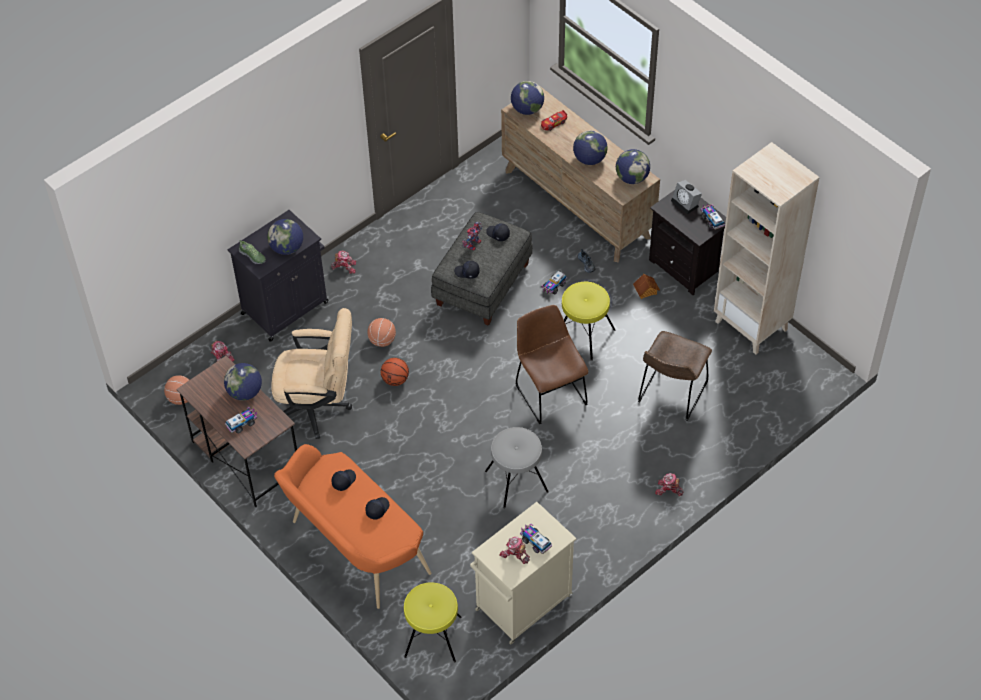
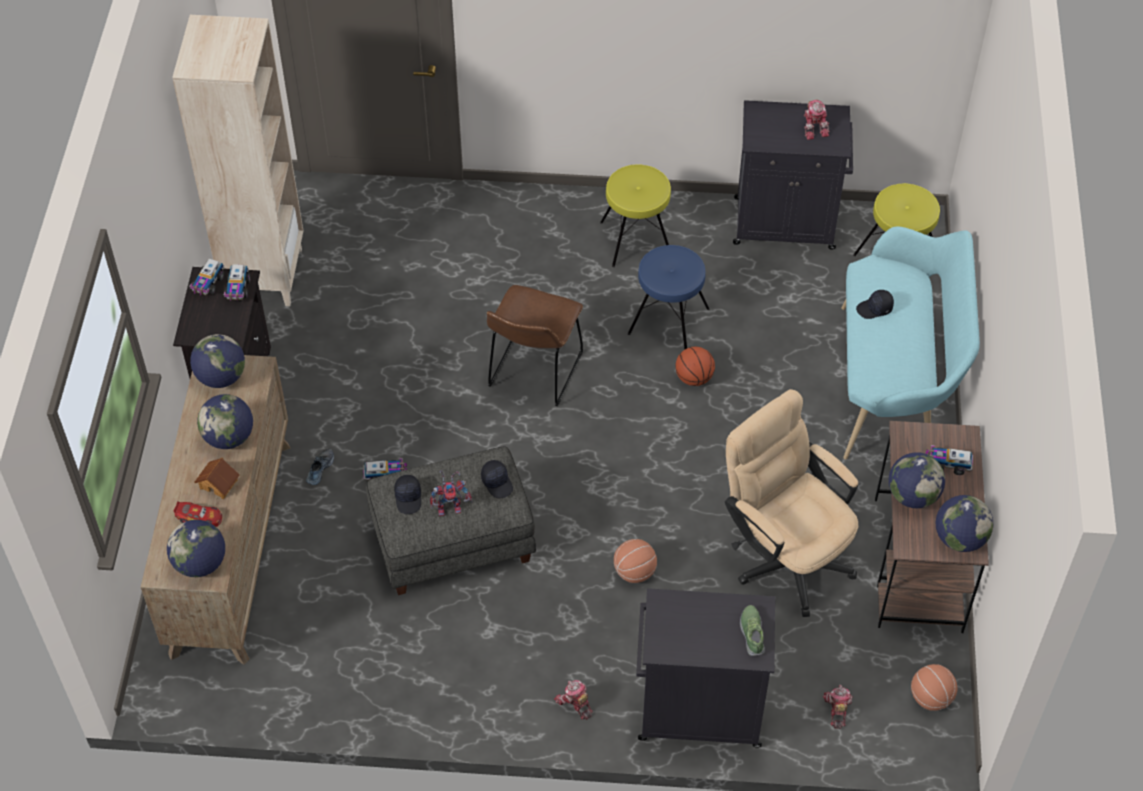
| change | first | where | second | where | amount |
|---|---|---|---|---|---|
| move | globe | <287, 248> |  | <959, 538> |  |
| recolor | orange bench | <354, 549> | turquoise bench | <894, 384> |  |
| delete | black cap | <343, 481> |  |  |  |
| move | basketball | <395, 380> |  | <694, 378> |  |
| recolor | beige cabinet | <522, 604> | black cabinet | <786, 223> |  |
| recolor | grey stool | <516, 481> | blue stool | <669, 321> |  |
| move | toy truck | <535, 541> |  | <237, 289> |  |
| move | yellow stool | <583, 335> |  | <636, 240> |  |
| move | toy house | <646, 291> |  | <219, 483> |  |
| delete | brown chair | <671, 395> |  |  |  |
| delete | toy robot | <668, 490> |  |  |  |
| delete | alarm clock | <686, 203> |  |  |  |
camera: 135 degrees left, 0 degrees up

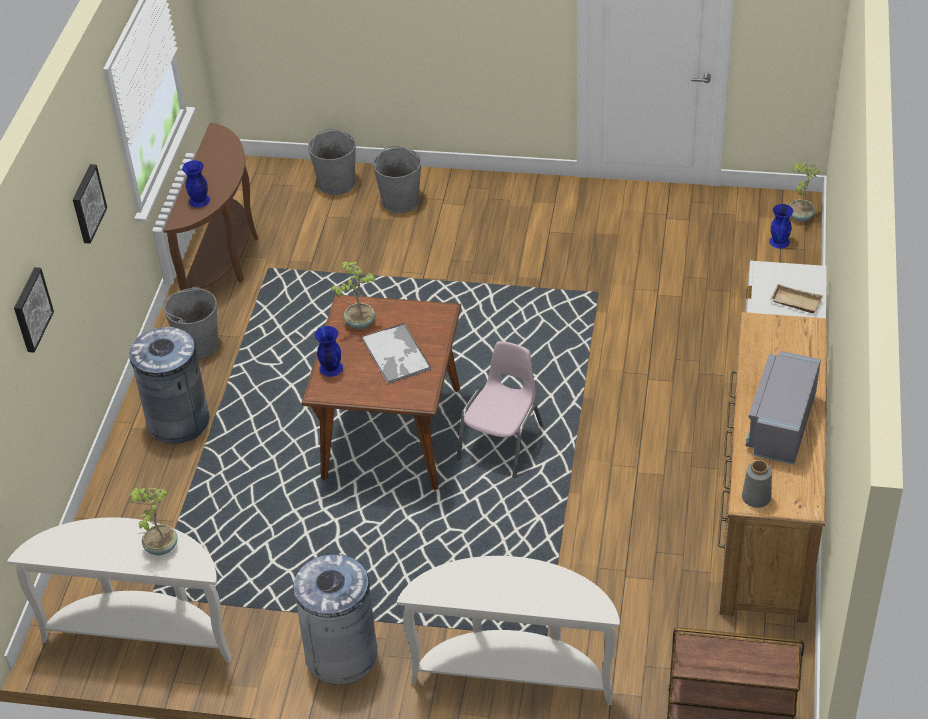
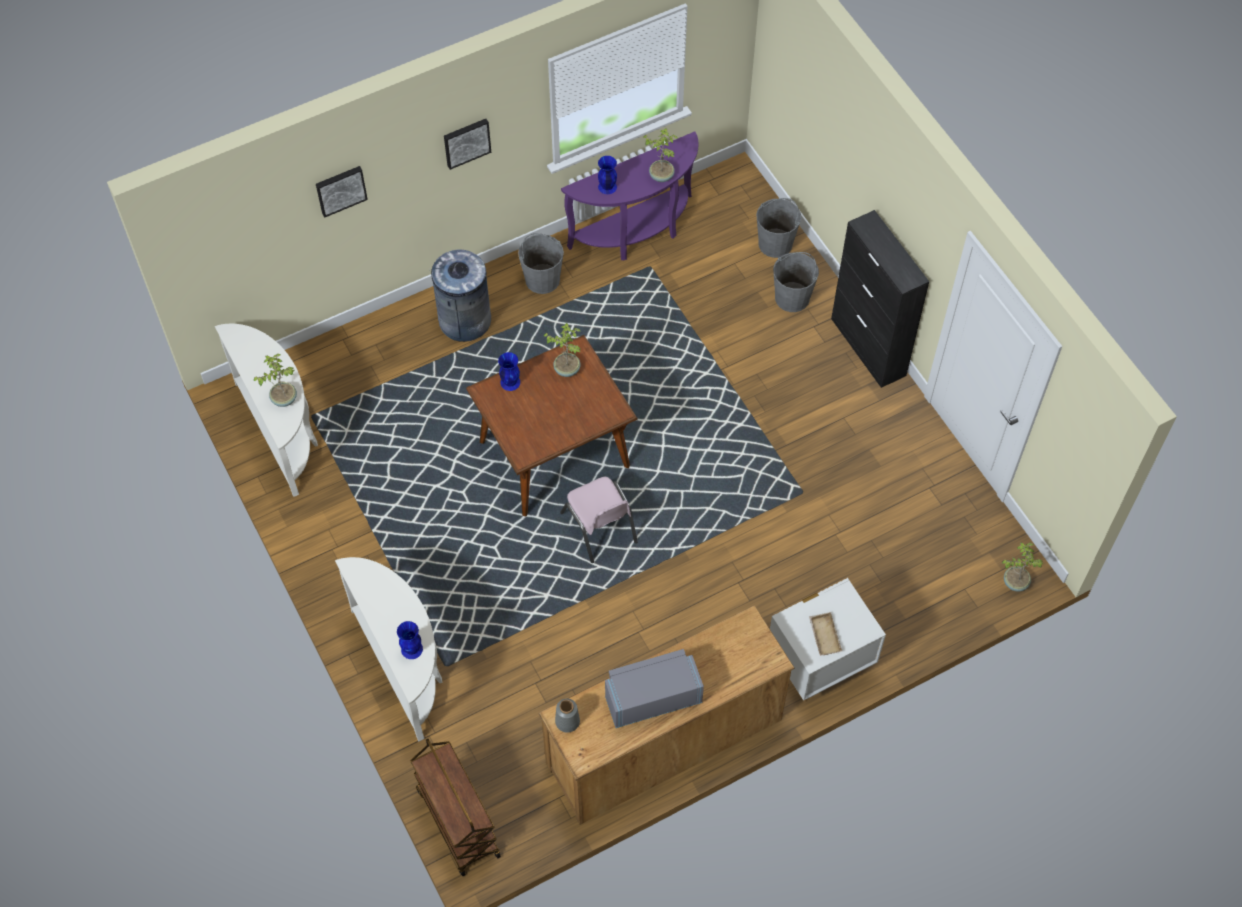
| change | first | where | second | where | amount |
|---|---|---|---|---|---|
| recolor | brown console table | <225, 258> | purple console table | <637, 233> |  |
| delete | grey trash can | <342, 655> |  |  |  |
| delete | tray | <396, 355> |  |  |  |
| rotate | pink chair | <502, 442> |  | <599, 527> | 75 degrees clockwise |
| move | blue vase | <780, 241> |  | <412, 649> |  |
| insert |  |  | potted plant | <661, 175> |  |
| insert |  |  | black cabinet | <868, 347> |  |
camera: 50 degrees right, 15 degrees up

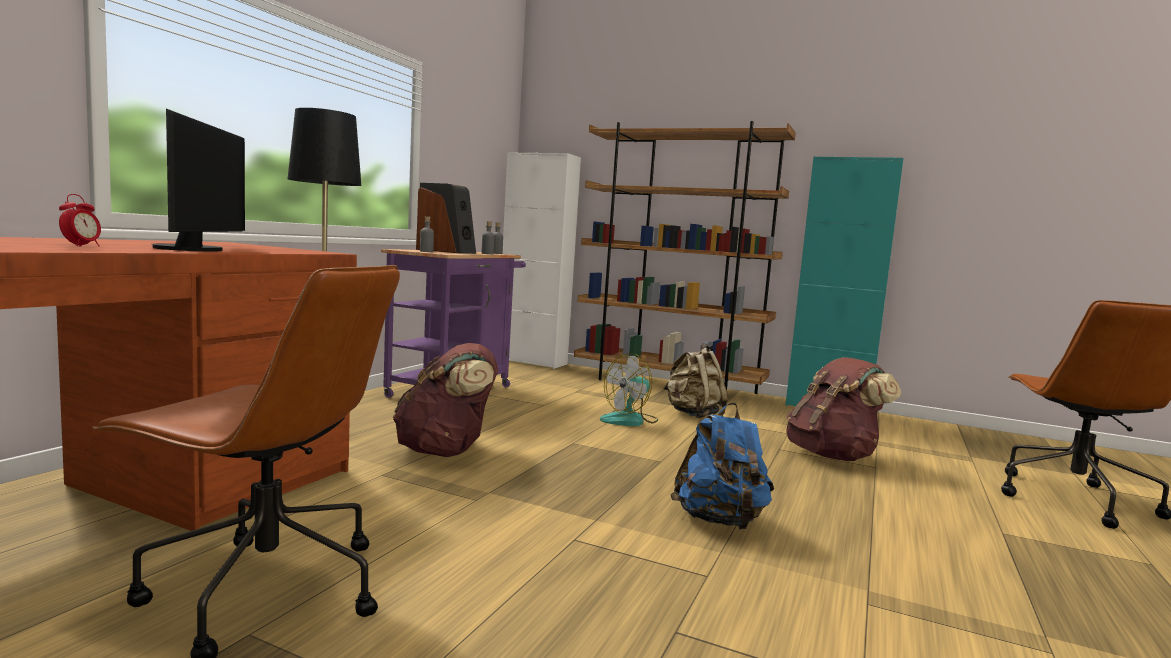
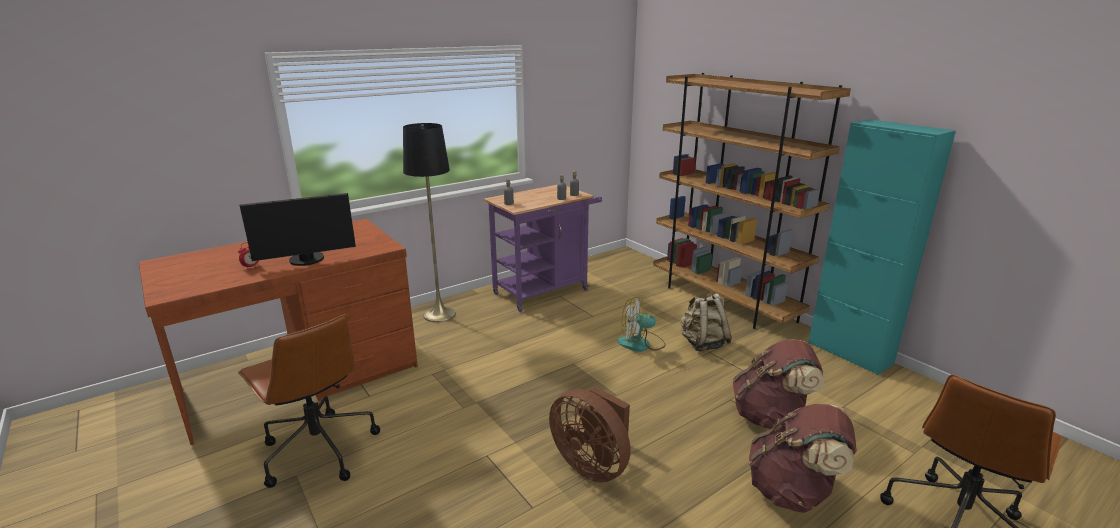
| change | first | where | second | where | amount |
|---|---|---|---|---|---|
| rotate | monitor | <196, 249> |  | <307, 260> | 45 degrees clockwise |
| move | brown backpack | <446, 451> |  | <793, 491> |  |
| delete | speaker | <446, 251> |  |  |  |
| delete | white cabinet | <532, 362> |  |  |  |
| replace | blue backpack | <720, 521> | brown fan | <592, 464> |  |
camera: 30 degrees right, 15 degrees up

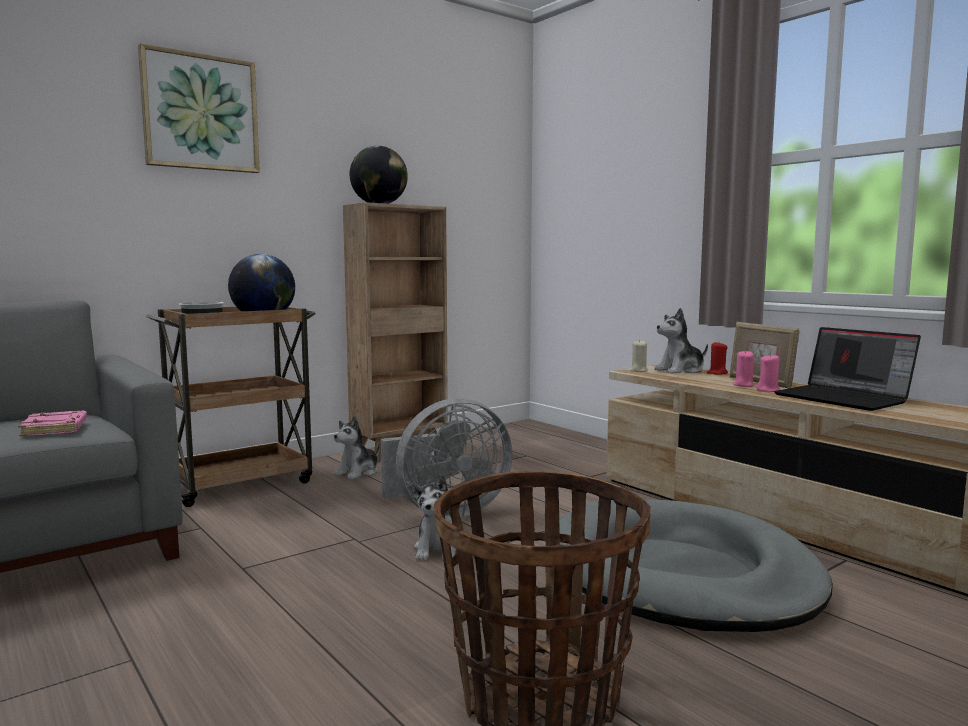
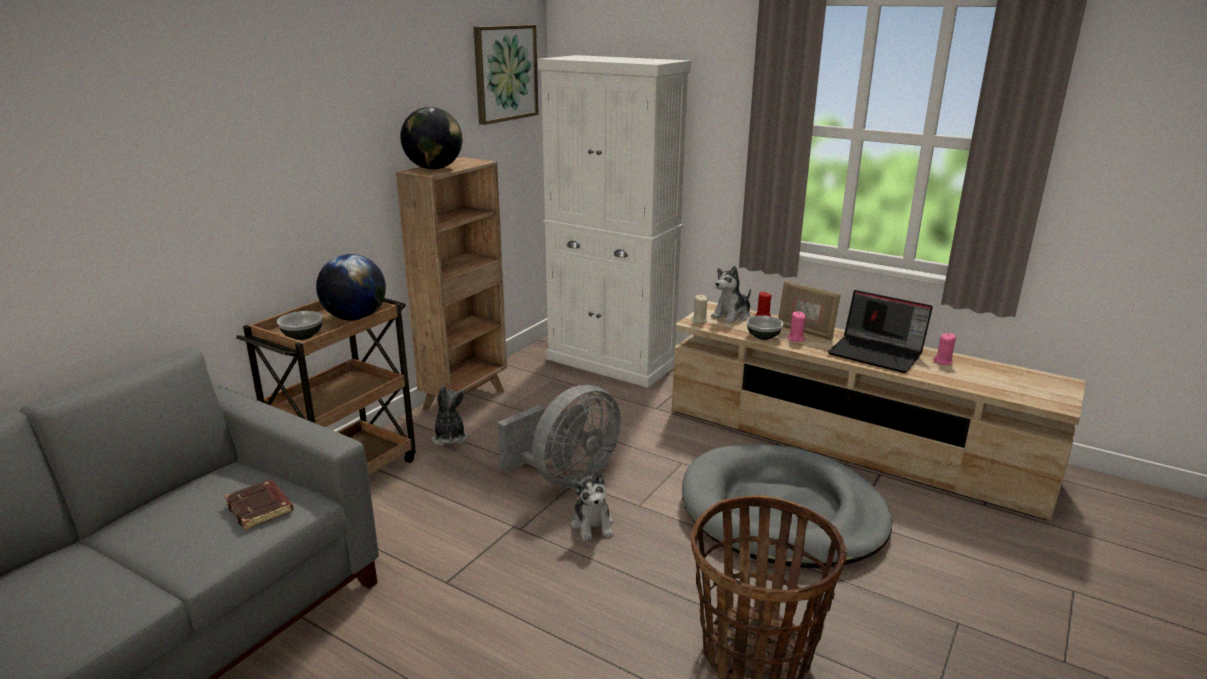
| change | first | where | second | where | amount |
|---|---|---|---|---|---|
| recolor | pink book | <56, 429> | brown book | <261, 508> |  |
| move | picture | <200, 112> |  | <505, 73> |  |
| rotate | plush toy | <358, 472> |  | <449, 438> | 150 degrees clockwise |
| move | pink candle | <768, 390> |  | <943, 361> |  |
| insert |  |  | white cabinet | <611, 362> |  |
| insert |  |  | bowl | <762, 336> |  |
camera: 20 degrees left, 15 degrees up

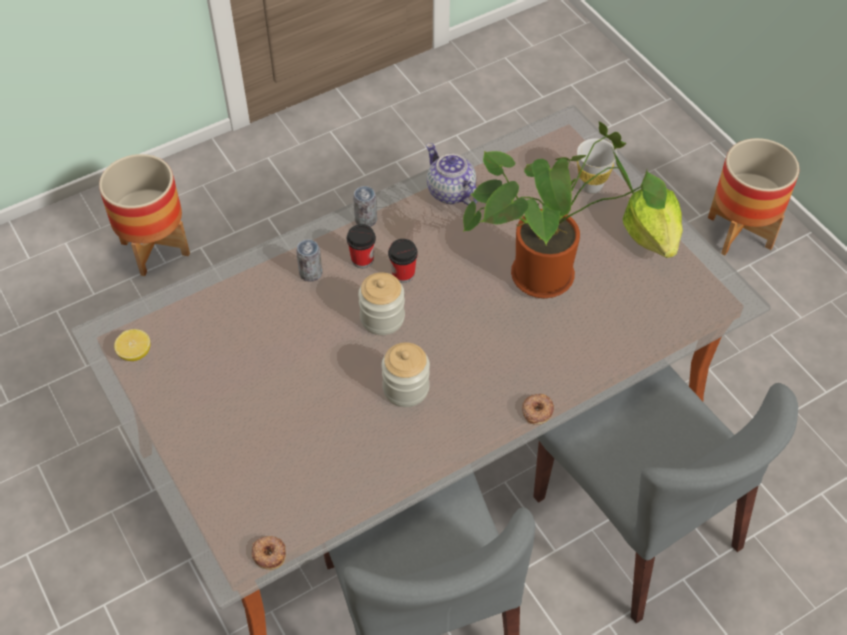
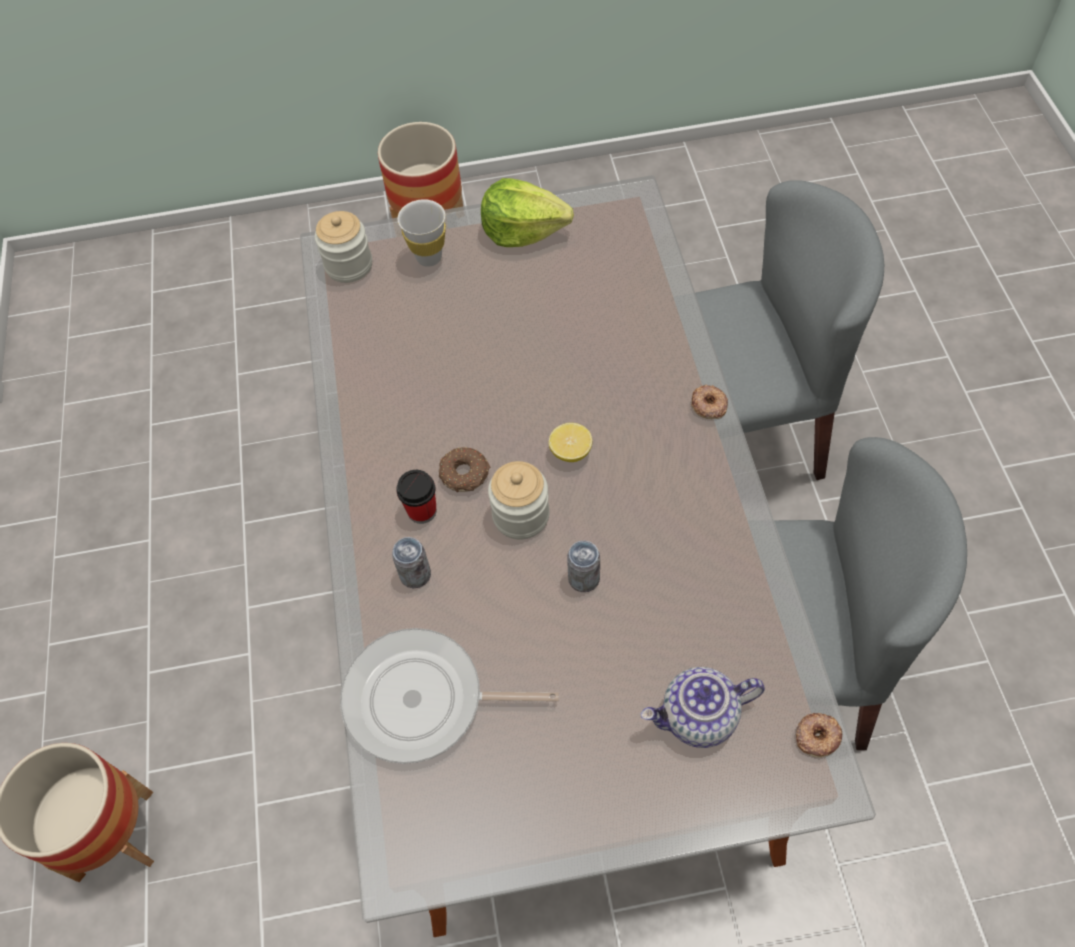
| change | first | where | second | where | amount |
|---|---|---|---|---|---|
| move | lemon | <135, 353> |  | <571, 451> |  |
| move | can | <366, 220> |  | <584, 578> |  |
| move | jar | <406, 388> |  | <349, 265> |  |
| replace | cup | <403, 274> | donut | <465, 474> |  |
| move | teapot | <450, 192> |  | <698, 718> |  |
| delete | potted plant | <548, 272> |  |  |  |
| insert |  |  | frying pan | <423, 700> |  |
camera: 65 degrees left, 5 degrees up

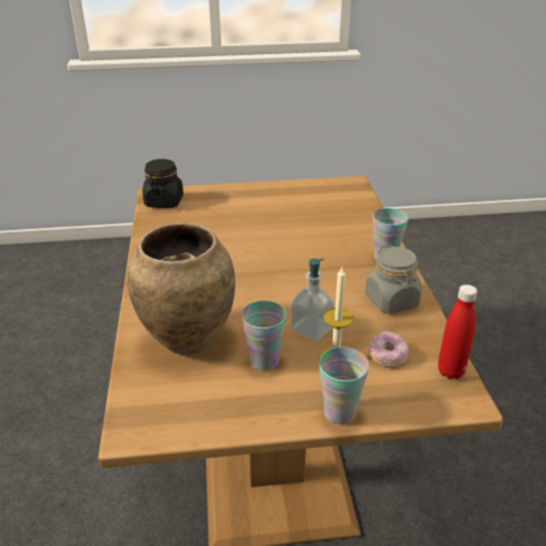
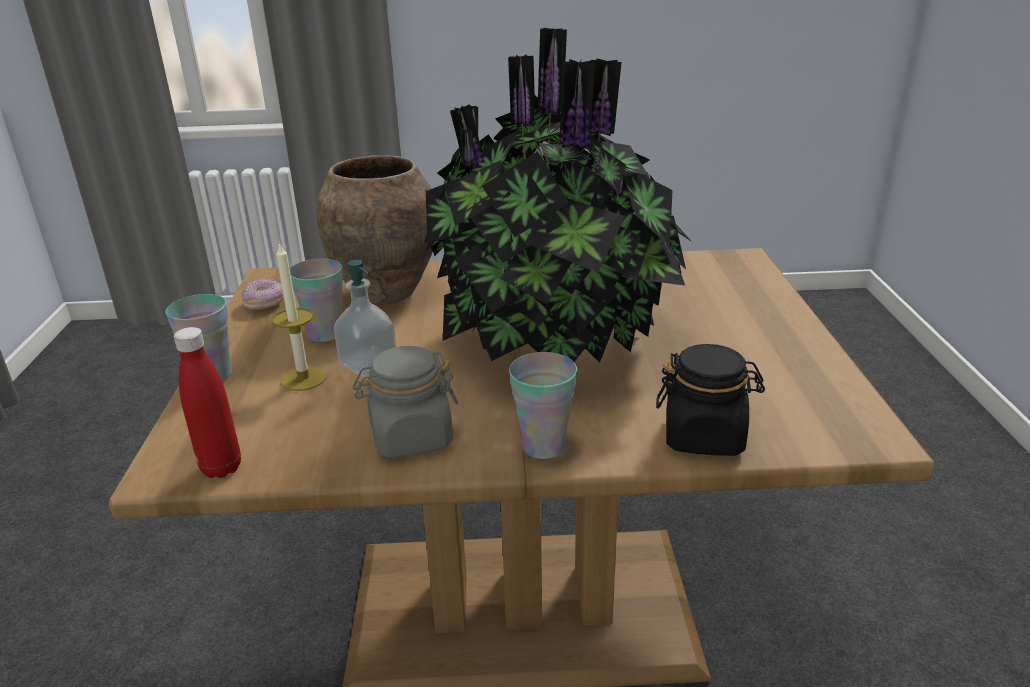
| change | first | where | second | where | amount |
|---|---|---|---|---|---|
| move | black jar | <164, 202> |  | <704, 436> |  |
| move | donut | <387, 356> |  | <265, 303> |  |
| insert |  |  | potted plant | <557, 341> |  |
camera: 95 degrees right, 5 degrees down

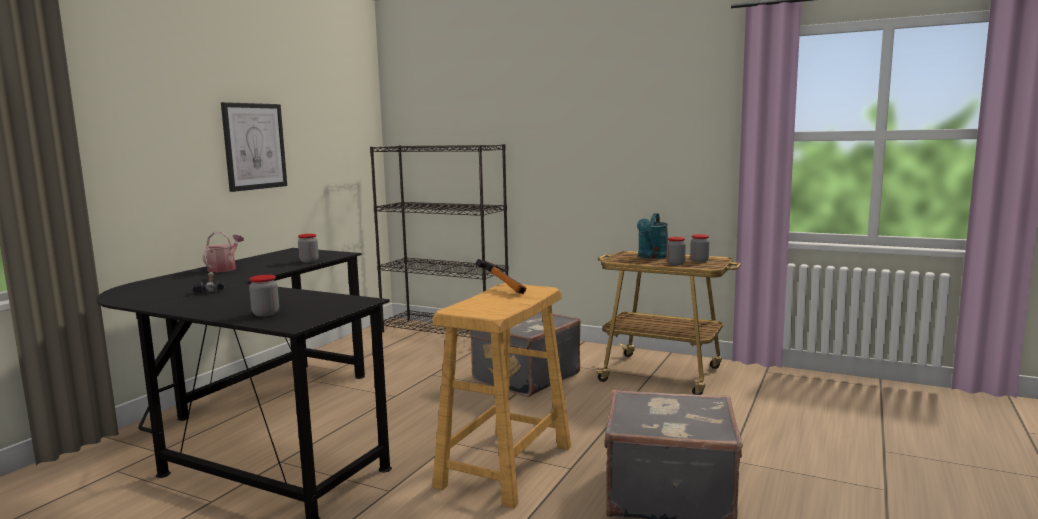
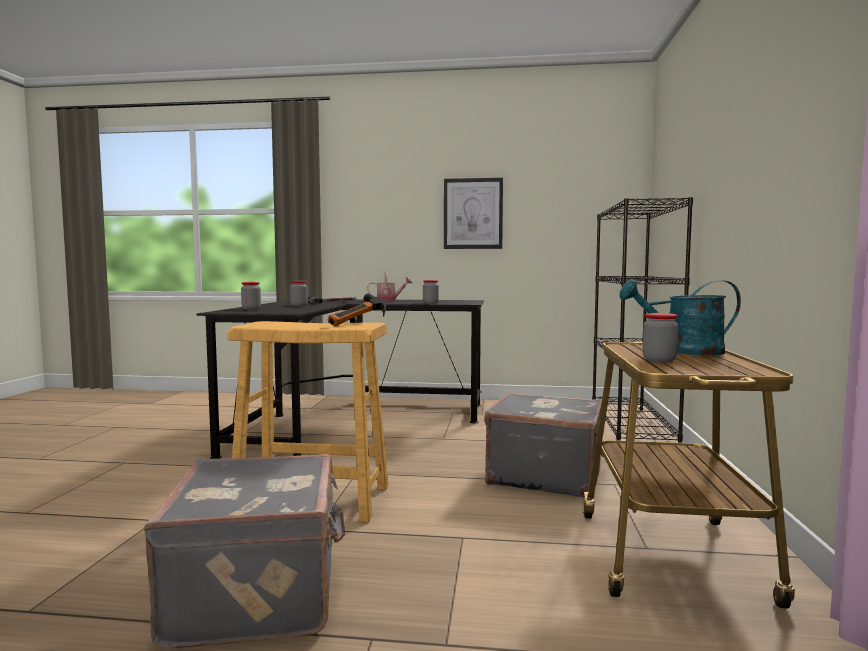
| change | first | where | second | where | amount |
|---|---|---|---|---|---|
| move | jar | <699, 261> |  | <299, 305> |  |
camera: 70 degrees right, 5 degrees down

